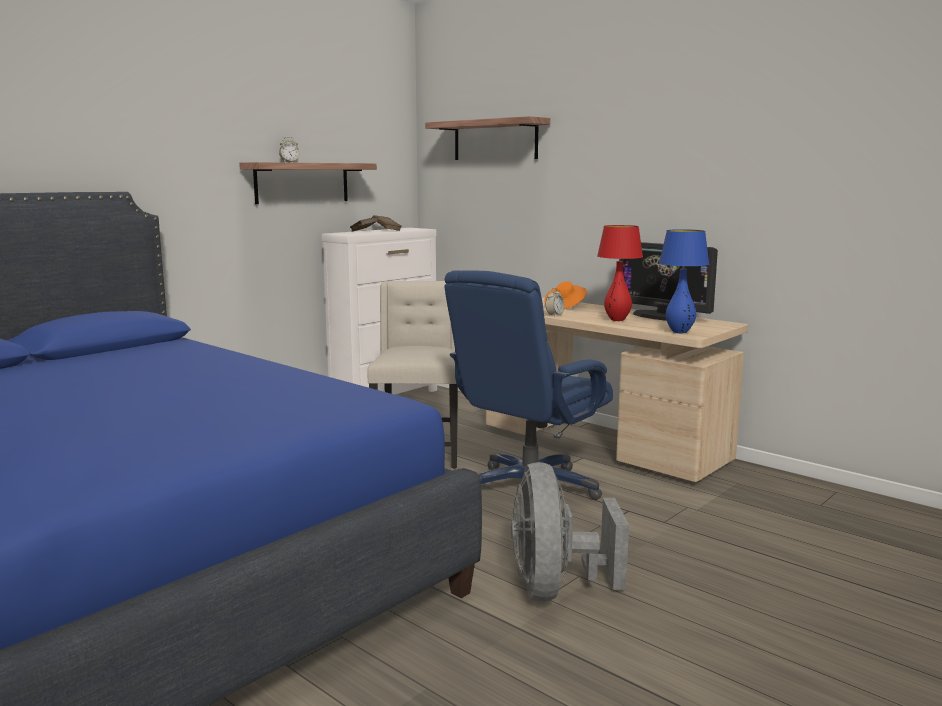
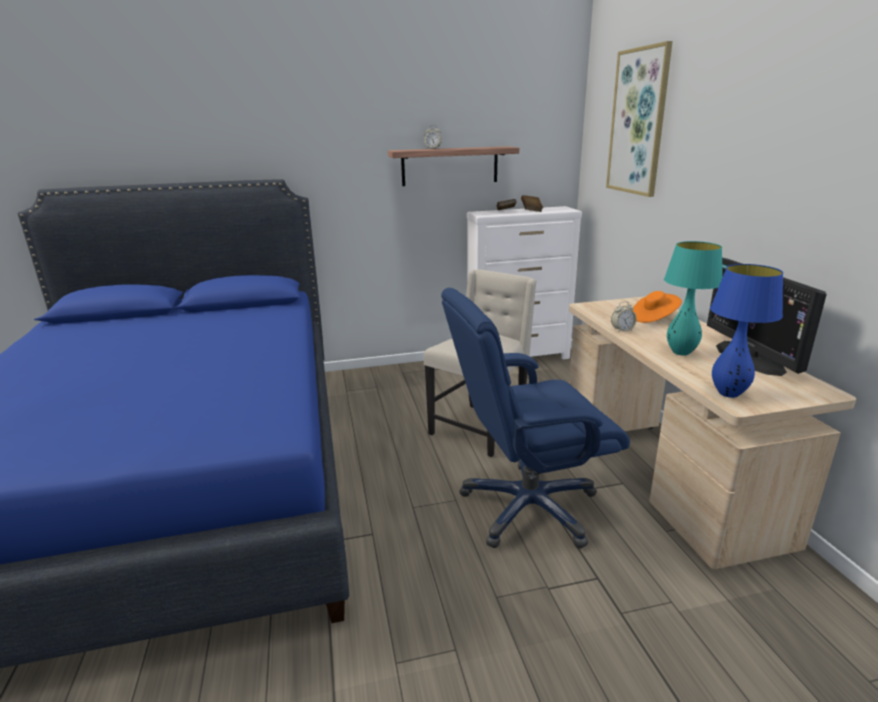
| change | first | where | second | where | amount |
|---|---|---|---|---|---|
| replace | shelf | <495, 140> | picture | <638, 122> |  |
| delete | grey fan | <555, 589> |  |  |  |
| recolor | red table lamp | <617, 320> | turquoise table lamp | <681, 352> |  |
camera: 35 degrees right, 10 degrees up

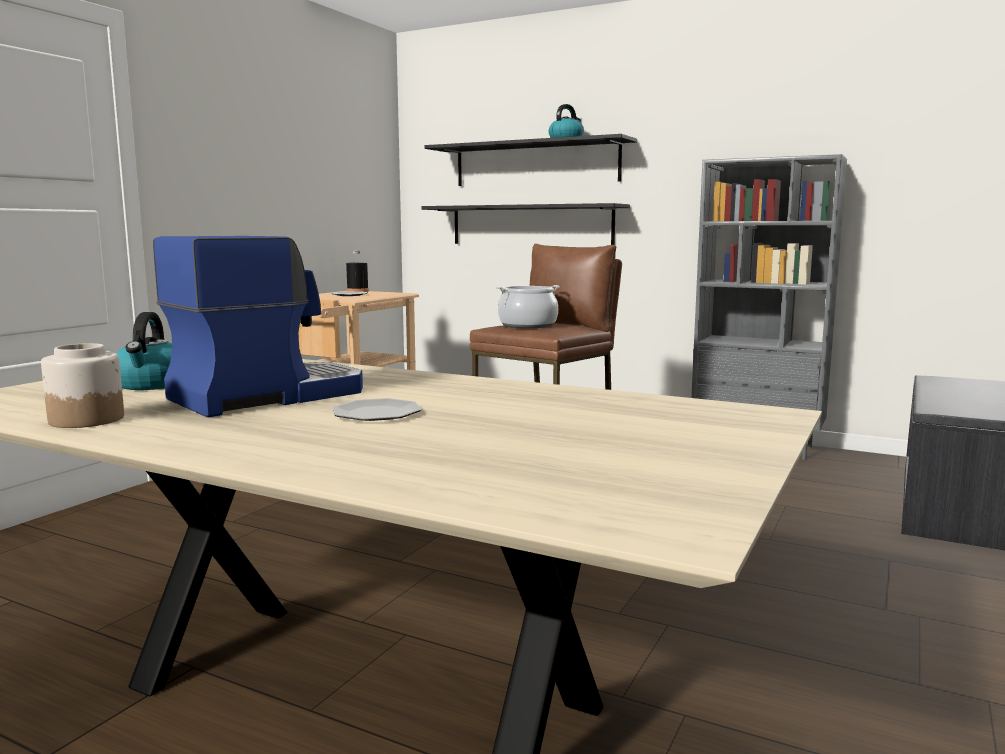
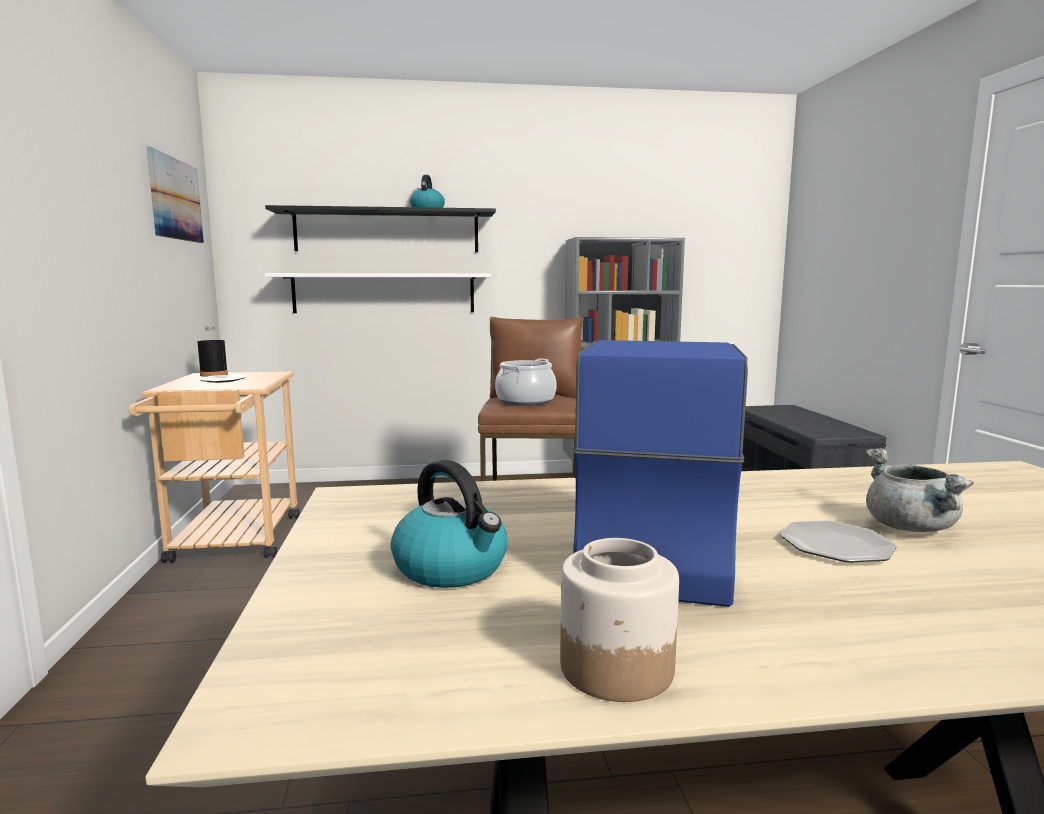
| change | first | where | second | where | amount |
|---|---|---|---|---|---|
| recolor | black shelf | <531, 225> | white shelf | <384, 293> |  |
| insert |  |  | picture | <176, 199> |  |
| insert |  |  | grey cooking pot | <911, 528> |  |
camera: 35 degrees left, 0 degrees up

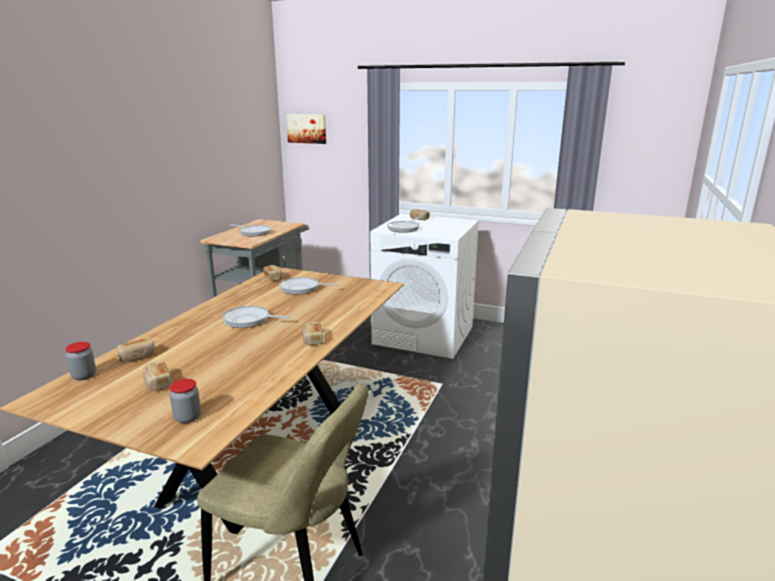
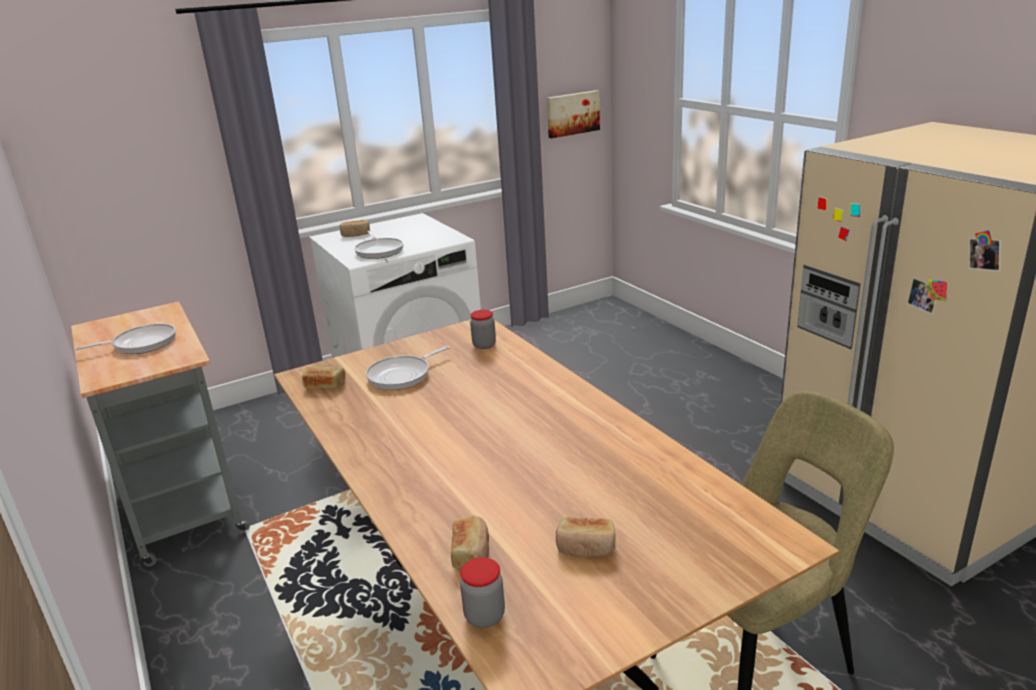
| change | first | where | second | where | amount |
|---|---|---|---|---|---|
| move | jar | <187, 417> |  | <484, 345> |  |
| delete | frying pan | <249, 320> |  |  |  |
| move | picture | <307, 128> |  | <572, 113> |  |
| delete | bread | <312, 339> |  |  |  |
camera: 50 degrees left, 5 degrees up

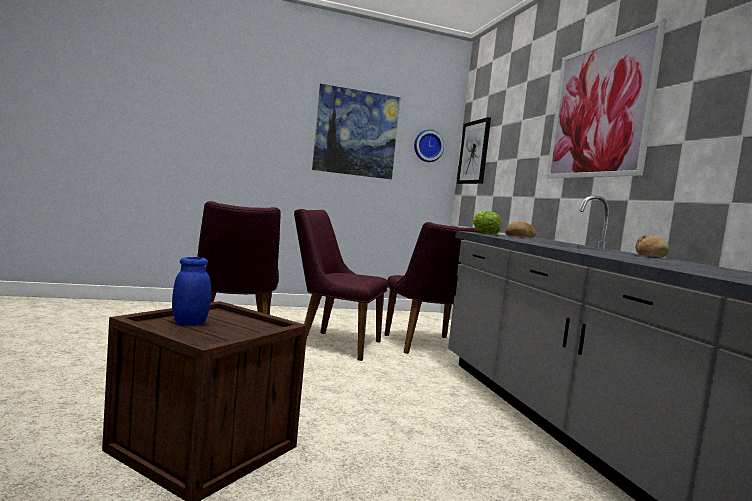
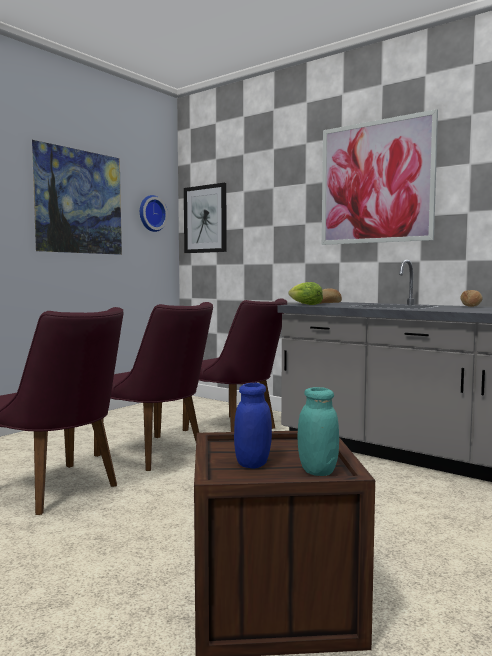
| change | first | where | second | where | amount |
|---|---|---|---|---|---|
| rotate | purple chair | <332, 343> |  | <158, 455> | 120 degrees counterclockwise |
| insert |  |  | turquoise jar | <317, 471> |  |
camera: 35 degrees left, 0 degrees up

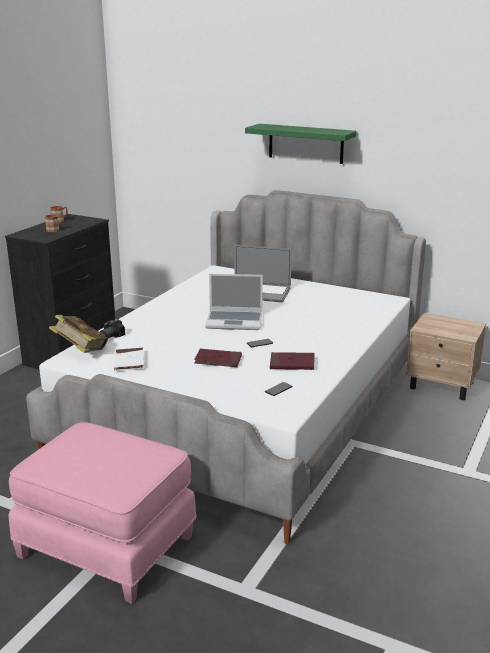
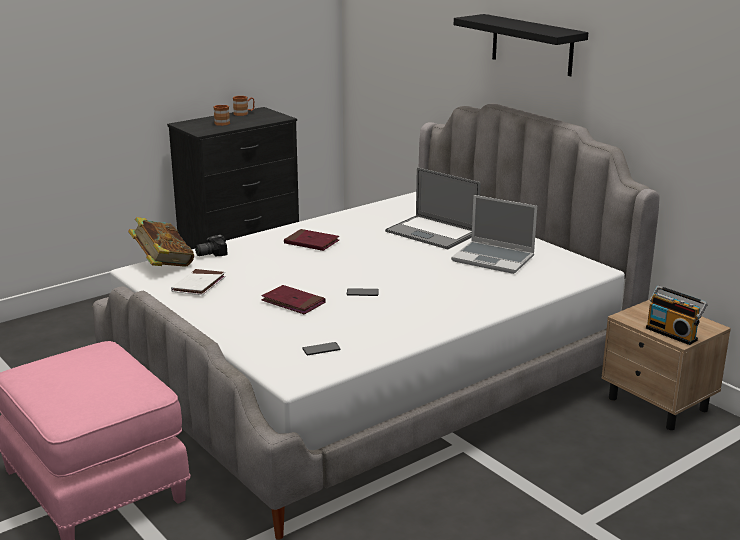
| change | first | where | second | where | amount |
|---|---|---|---|---|---|
| move | laptop | <235, 321> |  | <494, 259> |  |
| recolor | green shelf | <305, 143> | black shelf | <532, 45> |  |
| move | red book | <292, 363> |  | <311, 243> |  |
| insert |  |  | radio | <672, 333> |  |
camera: 25 degrees right, 0 degrees up

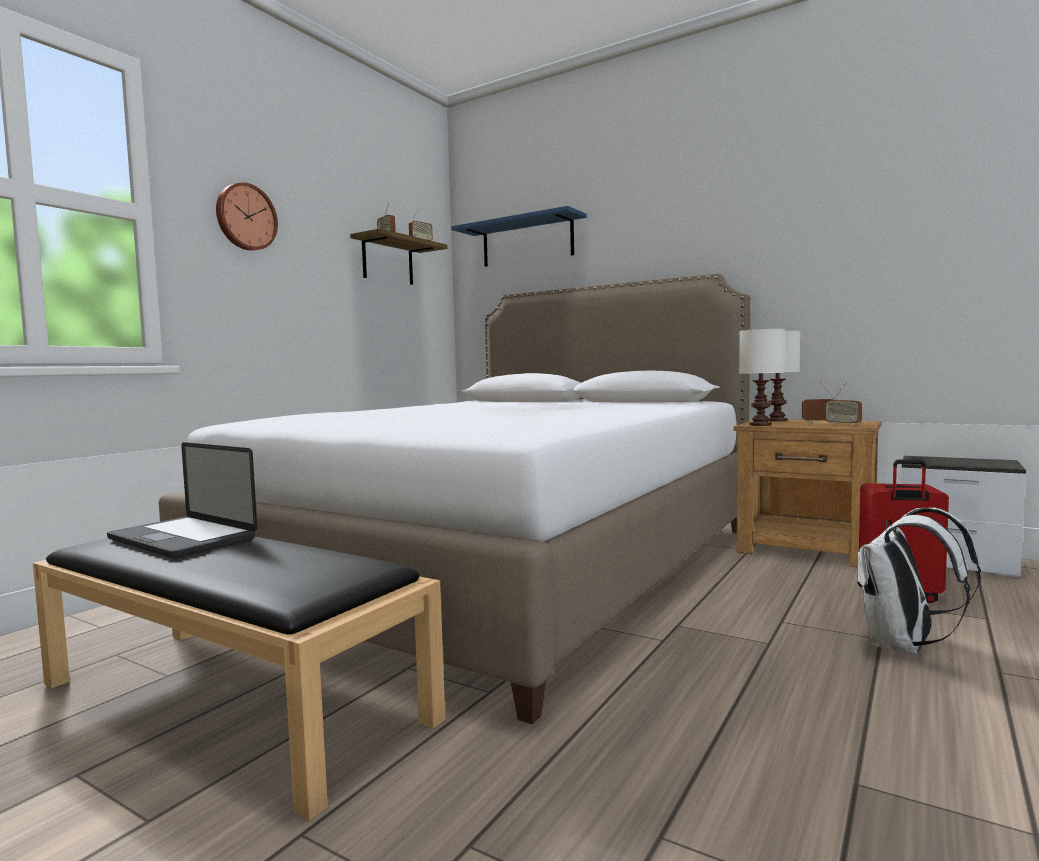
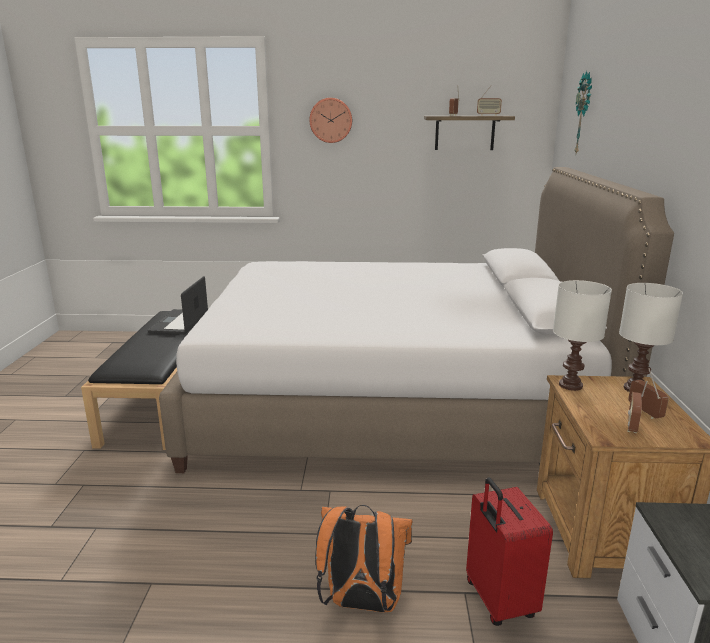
| change | first | where | second | where | amount |
|---|---|---|---|---|---|
| replace | blue shelf | <527, 242> | wall clock | <584, 114> |  |
| recolor | white backpack | <904, 646> | orange backpack | <361, 603> |  |
camera: 60 degrees right, 15 degrees up

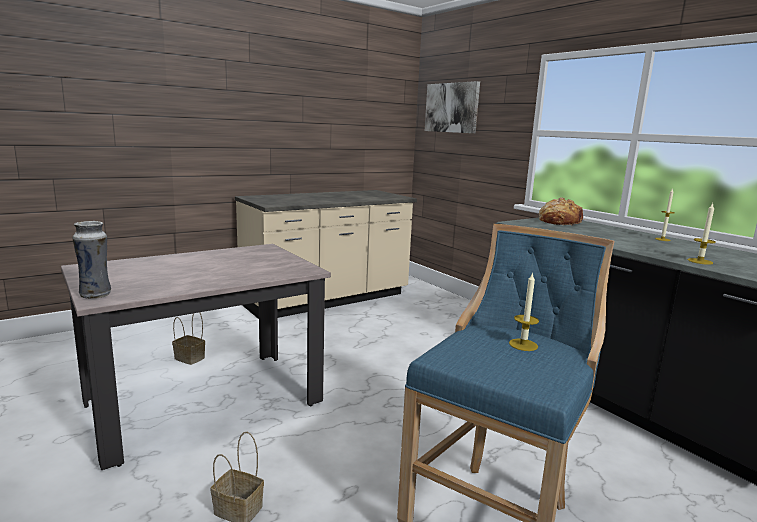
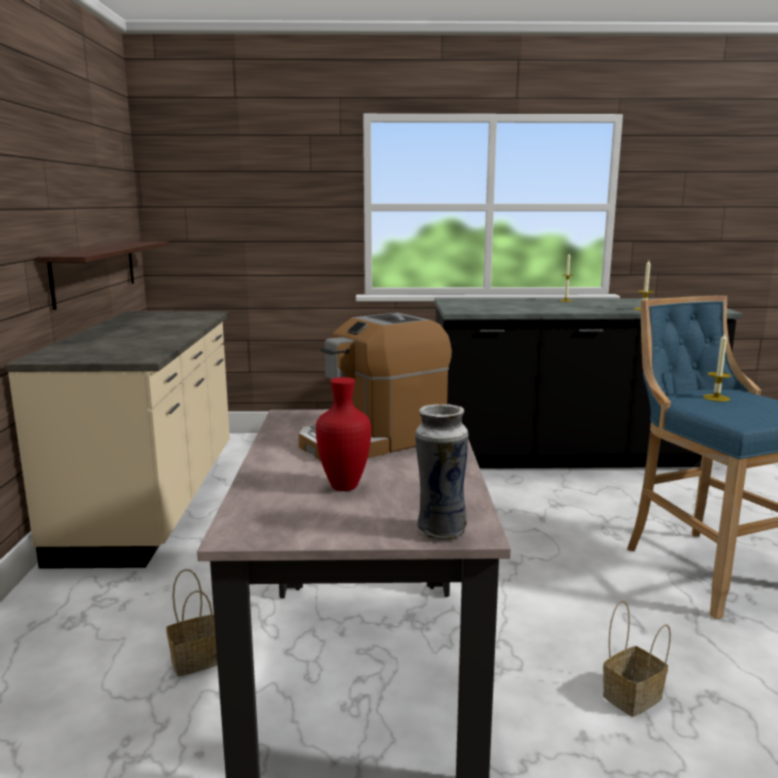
| change | first | where | second | where | amount |
|---|---|---|---|---|---|
| delete | picture | <452, 108> |  |  |  |
| delete | bread | <559, 221> |  |  |  |
| insert |  |  | shelf | <95, 271> |  |
| insert |  |  | coffee machine | <373, 441> |  |
| insert |  |  | red vase | <343, 487> |  |
camera: 55 degrees left, 0 degrees up

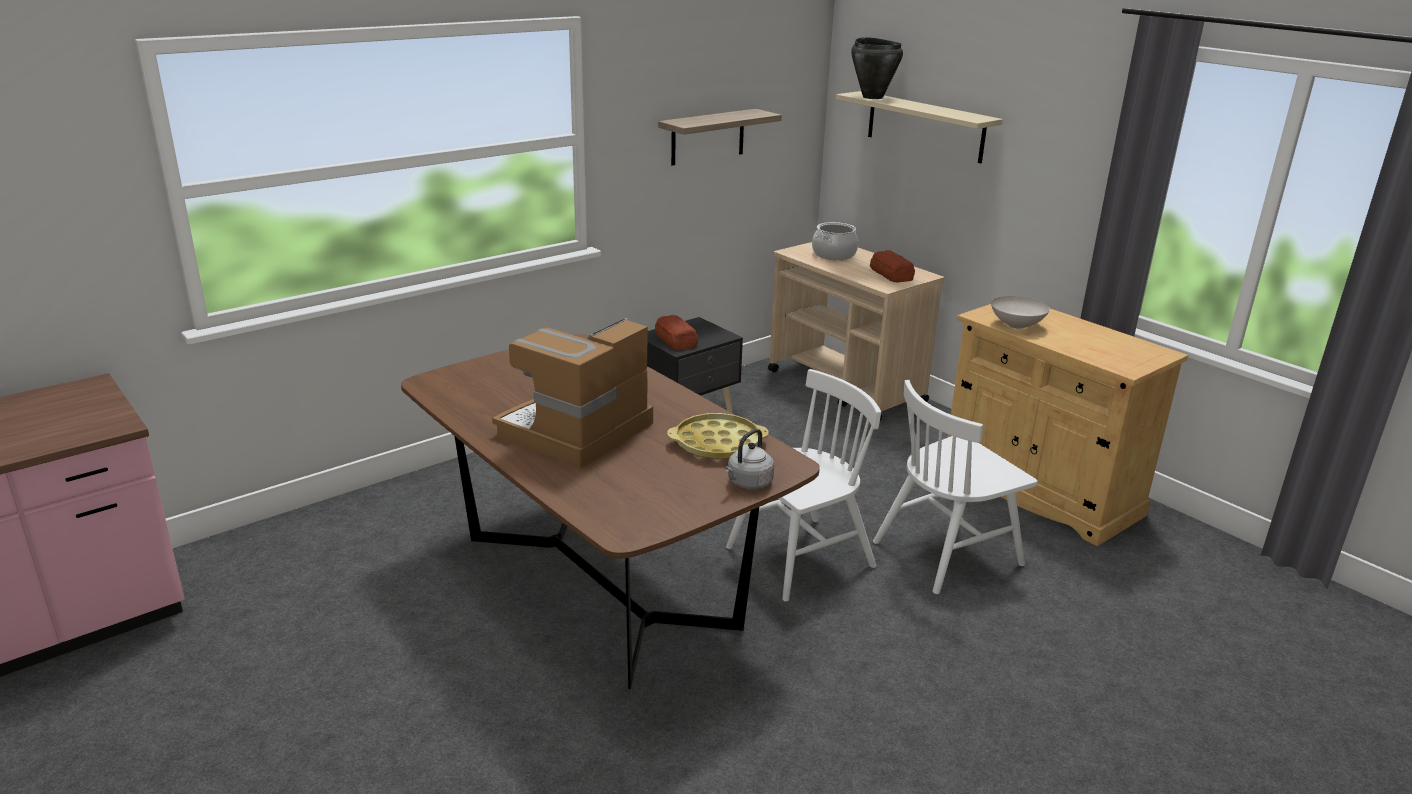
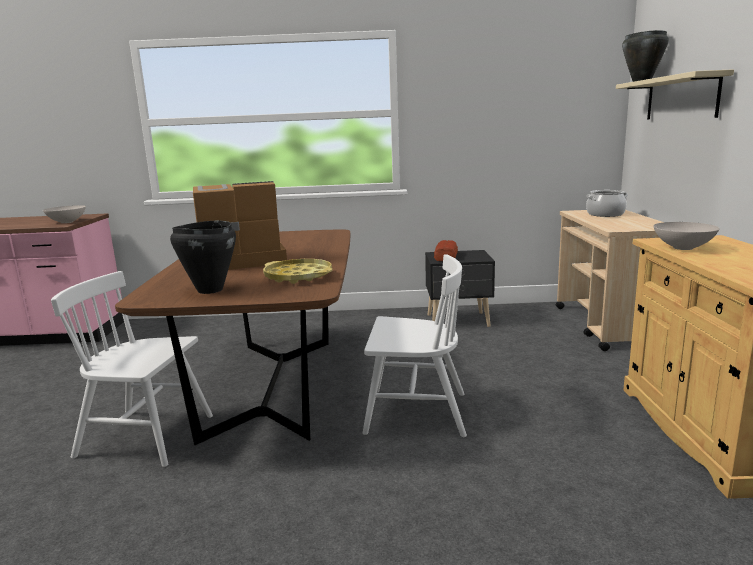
| change | first | where | second | where | amount |
|---|---|---|---|---|---|
| delete | shelf | <707, 137> |  |  |  |
| delete | grey kettle | <748, 483> |  |  |  |
| delete | bread | <891, 274> |  |  |  |
| move | white chair | <947, 552> |  | <146, 436> |  |
| insert |  |  | white bowl | <67, 222> |  |
| insert |  |  | black cooking pot | <209, 290> |  |
camera: 40 degrees right, 10 degrees down

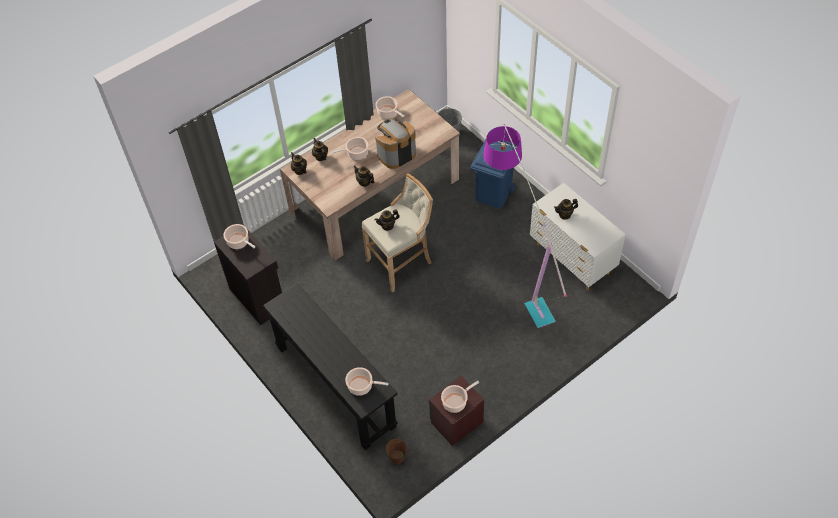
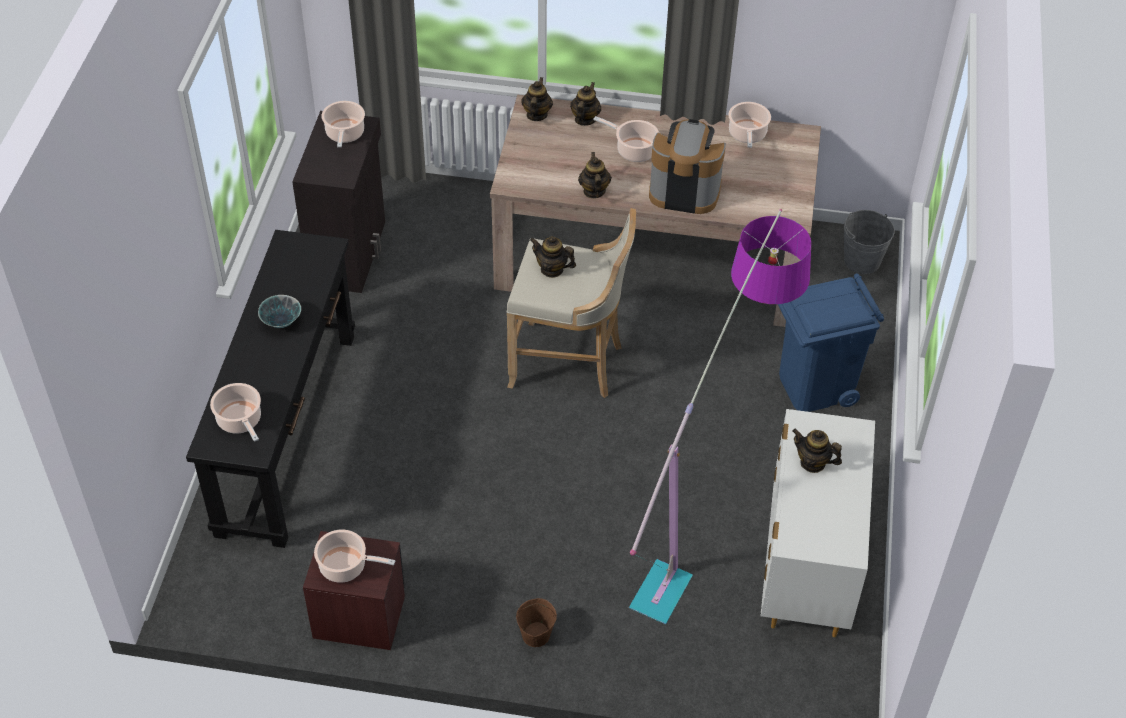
| change | first | where | second | where | amount |
|---|---|---|---|---|---|
| move | brown bucket | <397, 457> |  | <536, 635> |  |
| insert |  |  | bowl | <281, 323> |  |
camera: 45 degrees right, 5 degrees down

